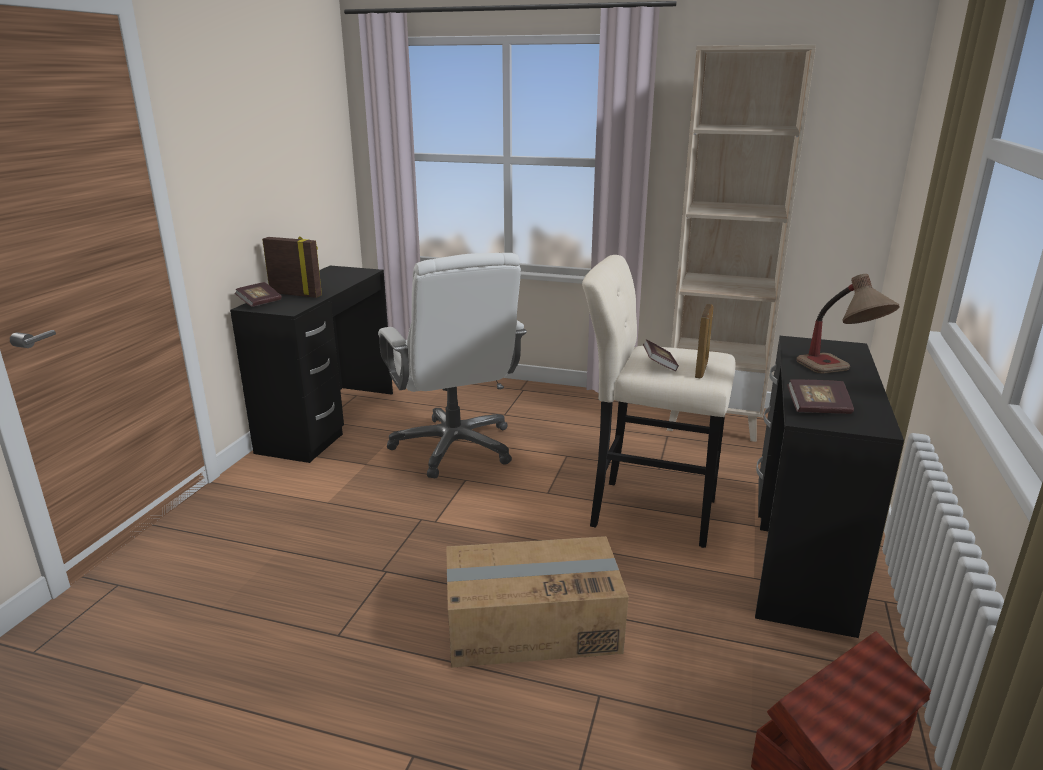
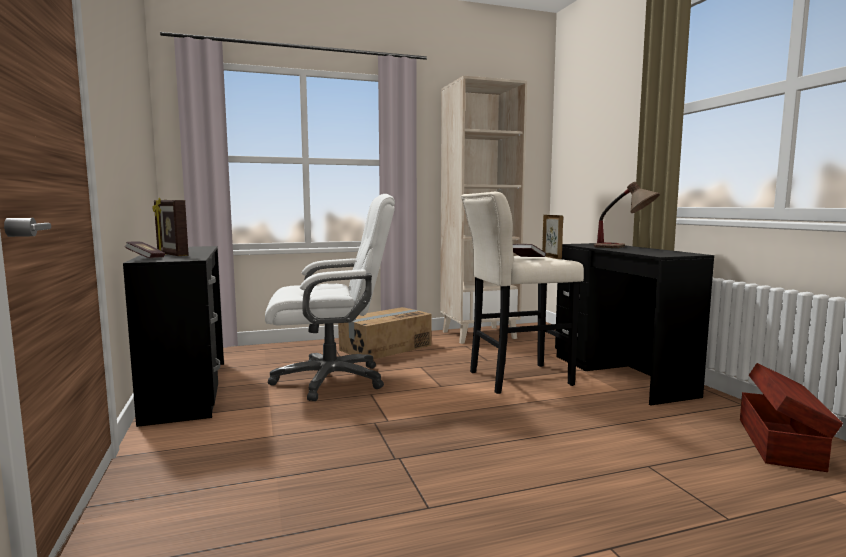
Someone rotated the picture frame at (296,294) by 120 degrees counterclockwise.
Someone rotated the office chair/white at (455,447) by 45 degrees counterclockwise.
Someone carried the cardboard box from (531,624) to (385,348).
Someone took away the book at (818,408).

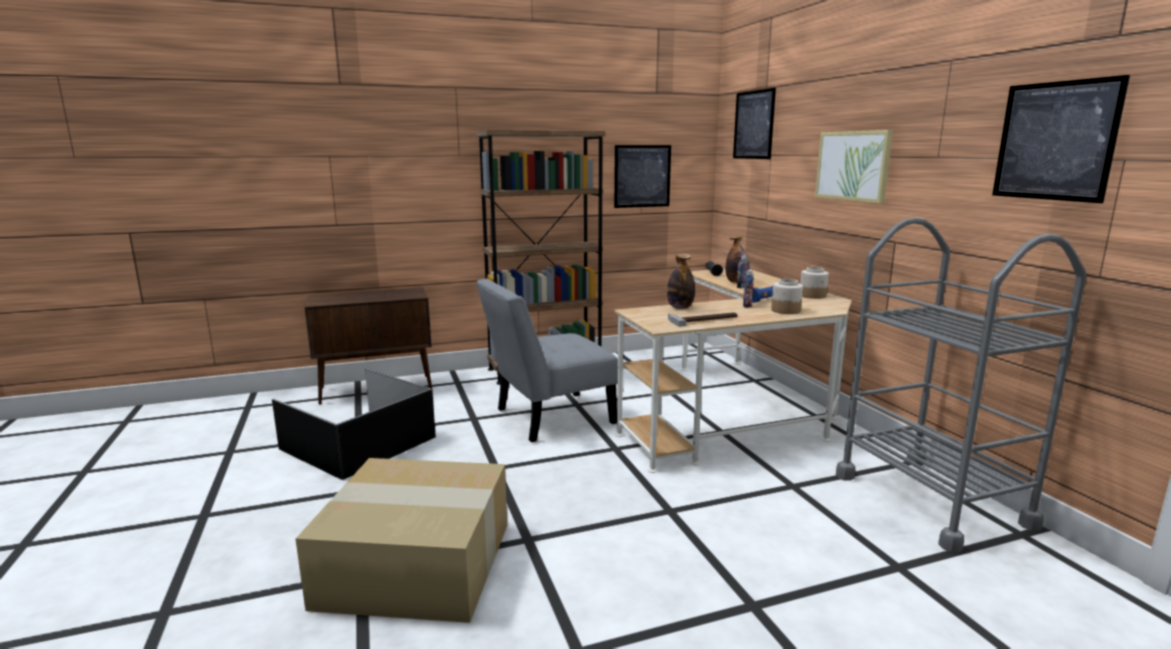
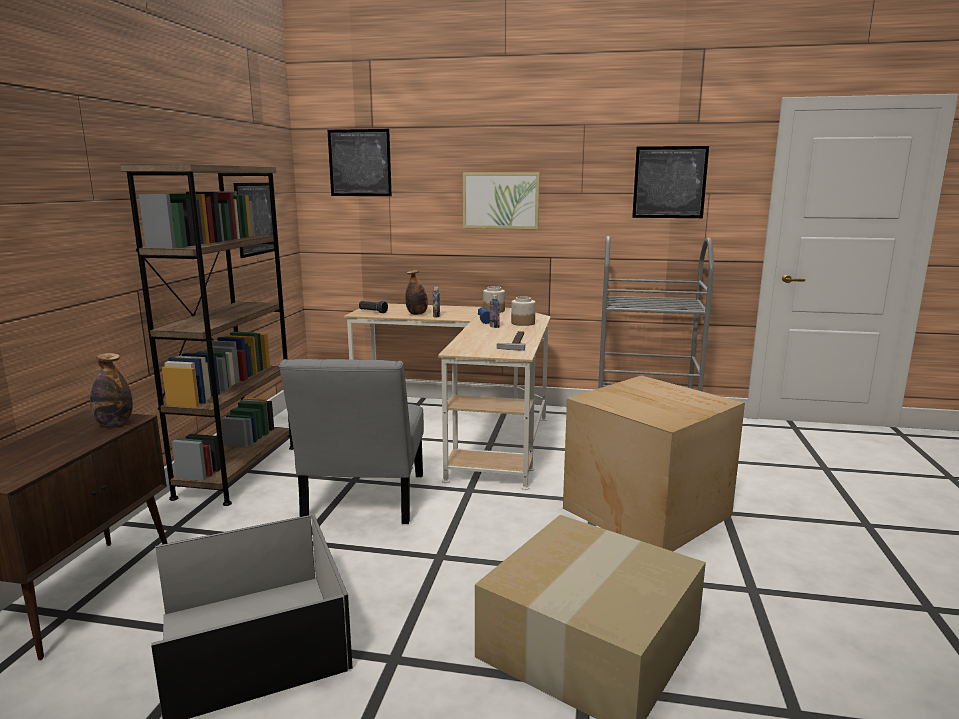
Someone carried the bottle from (680,307) to (114,423).
Someone put down the cardboard box at (646,510).

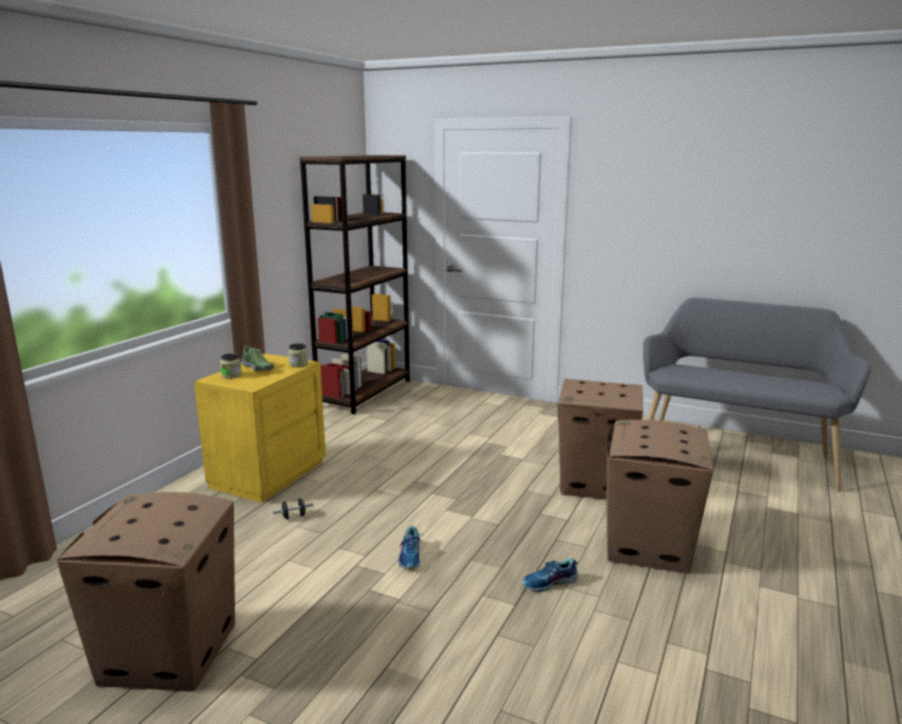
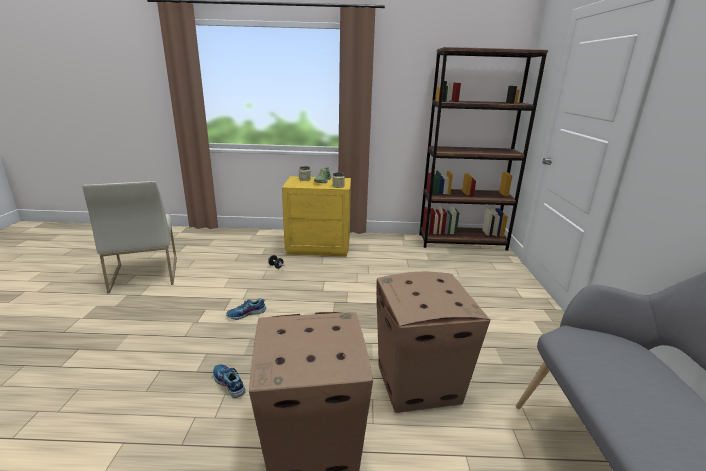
Someone swapped the cardboard box at (168,655) for the chair/white at (144,274).

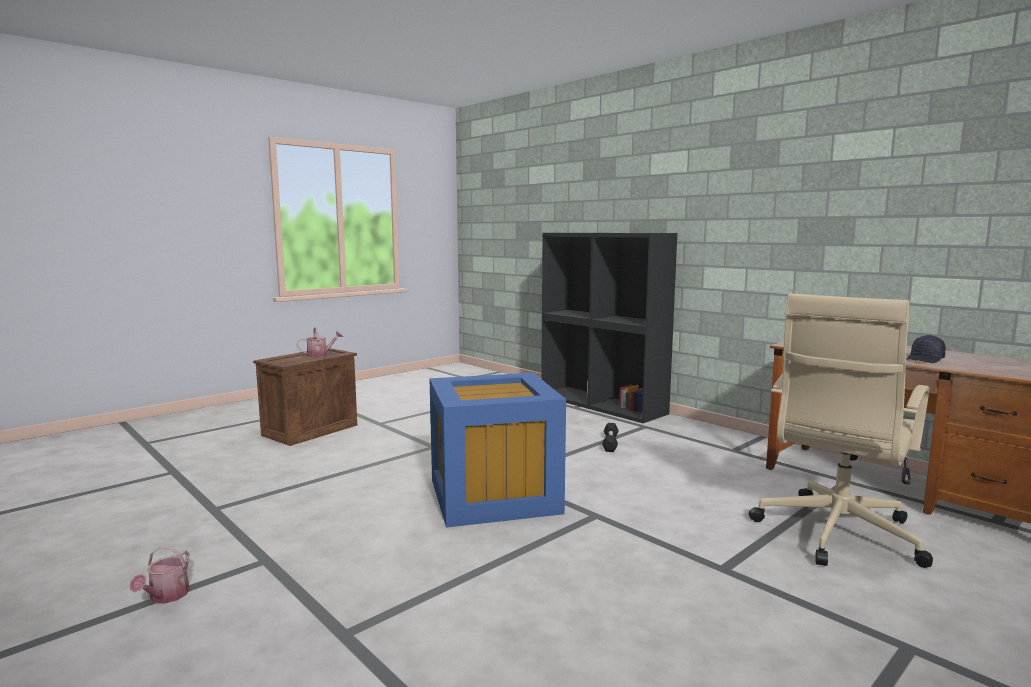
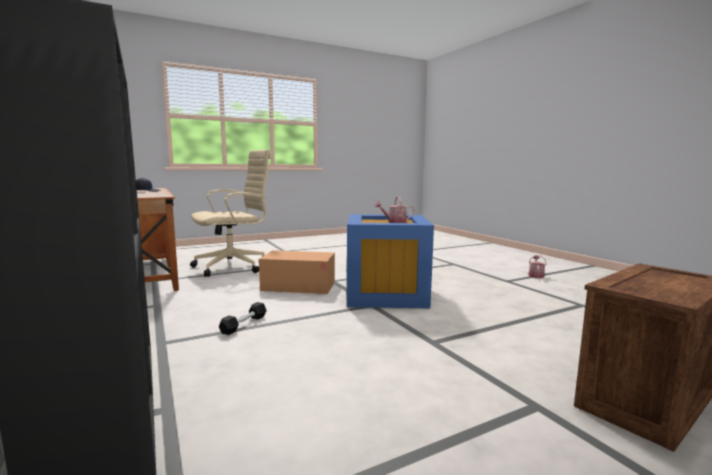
Someone carried the watering can from (320,355) to (394,222).
Someone put down the cardboard box at (298,286).

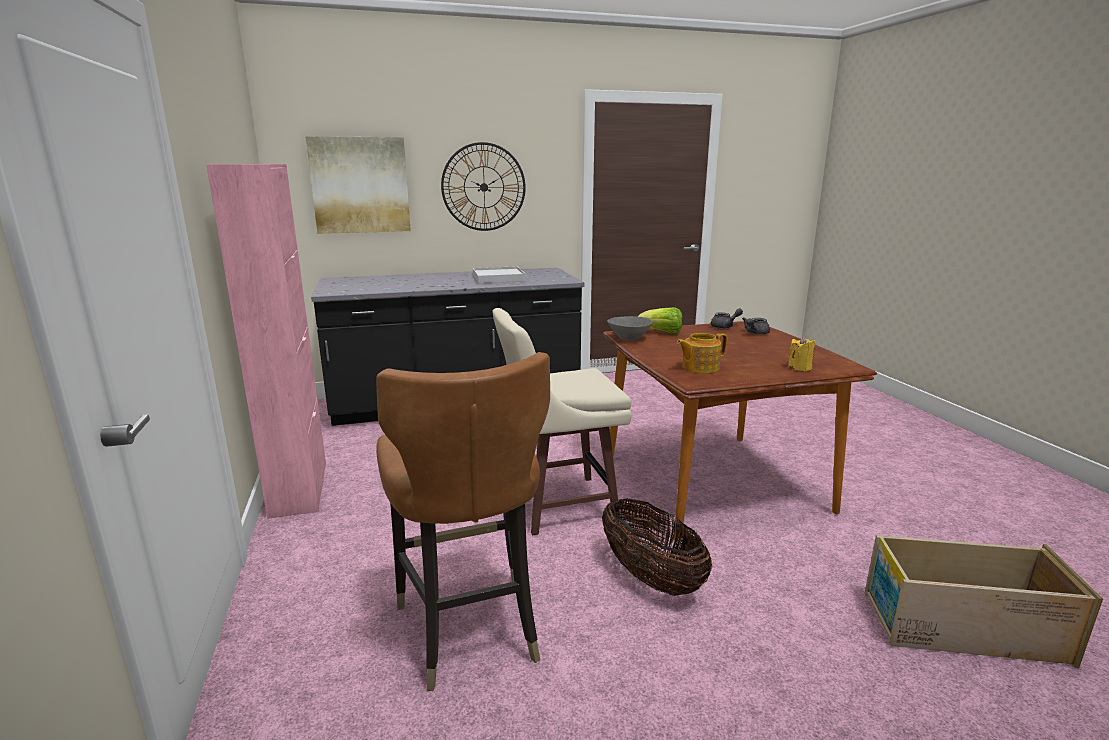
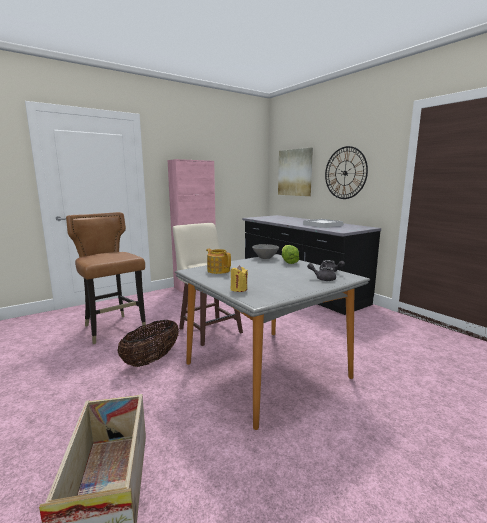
Someone rotated the chair/brown at (469,628) by 90 degrees clockwise.
Someone repainted the dining table/brown at (713,482), which became the dining table/grey at (267,370).

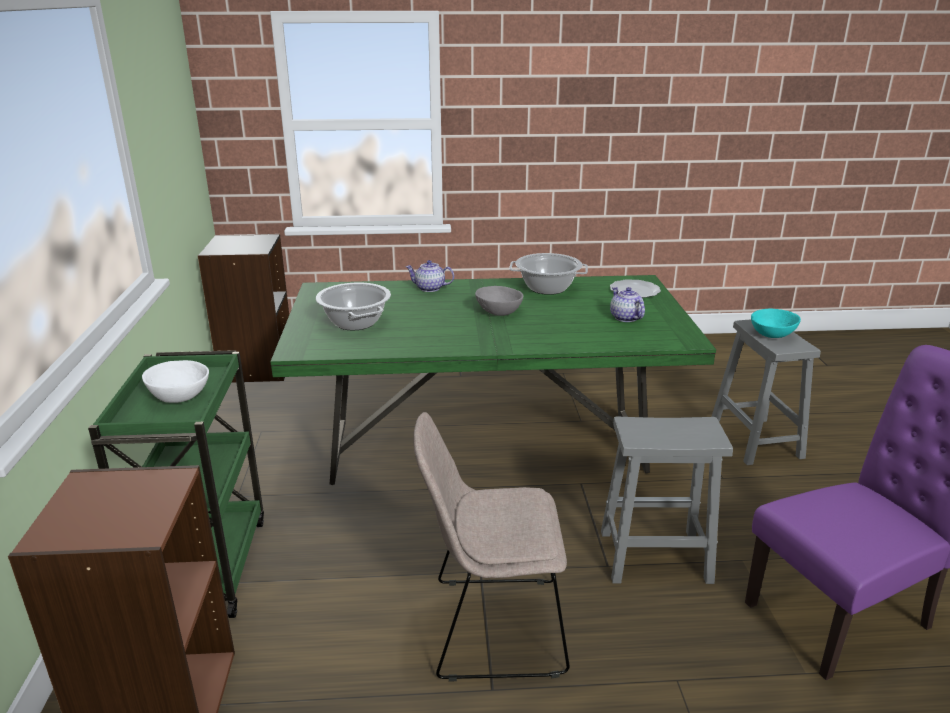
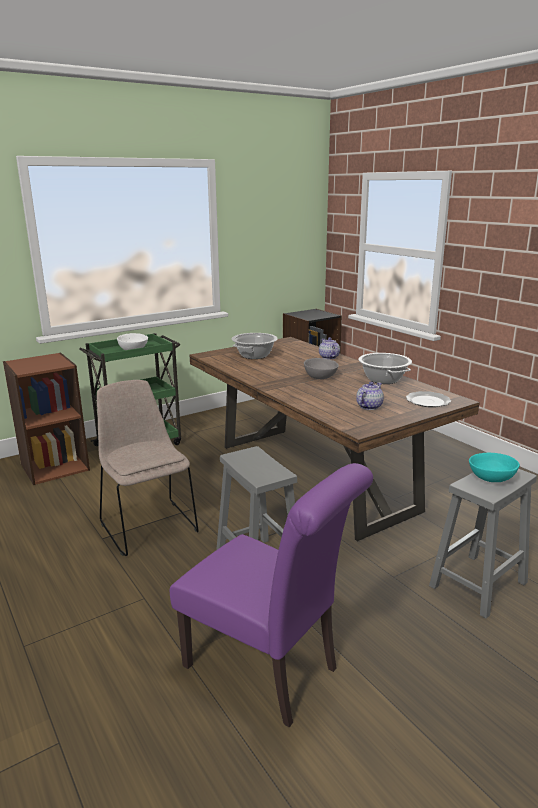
Someone repainted the dining table/green at (488,447), which became the dining table/brown at (314,477).

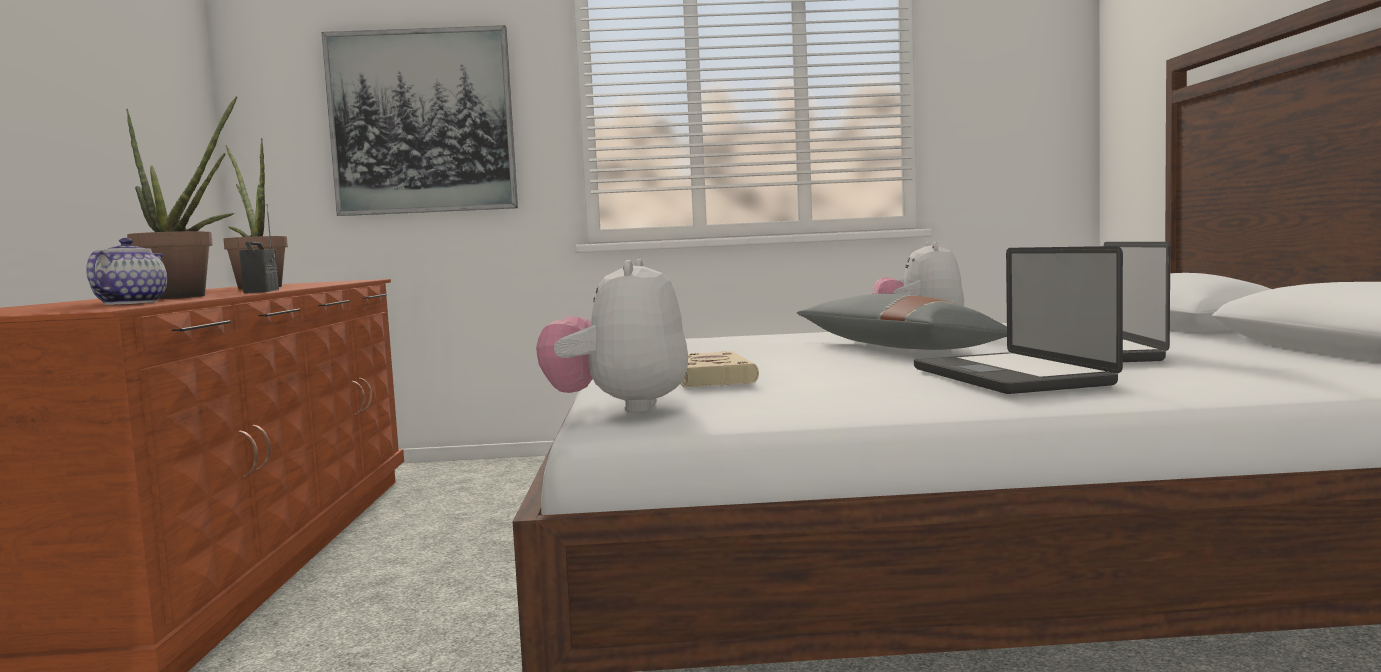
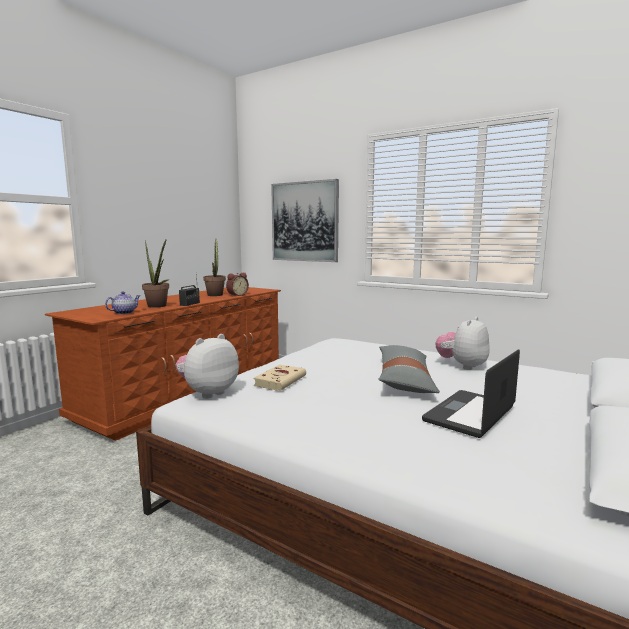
Someone took away the laptop at (1008,376).
Someone put down the alarm clock at (237,295).

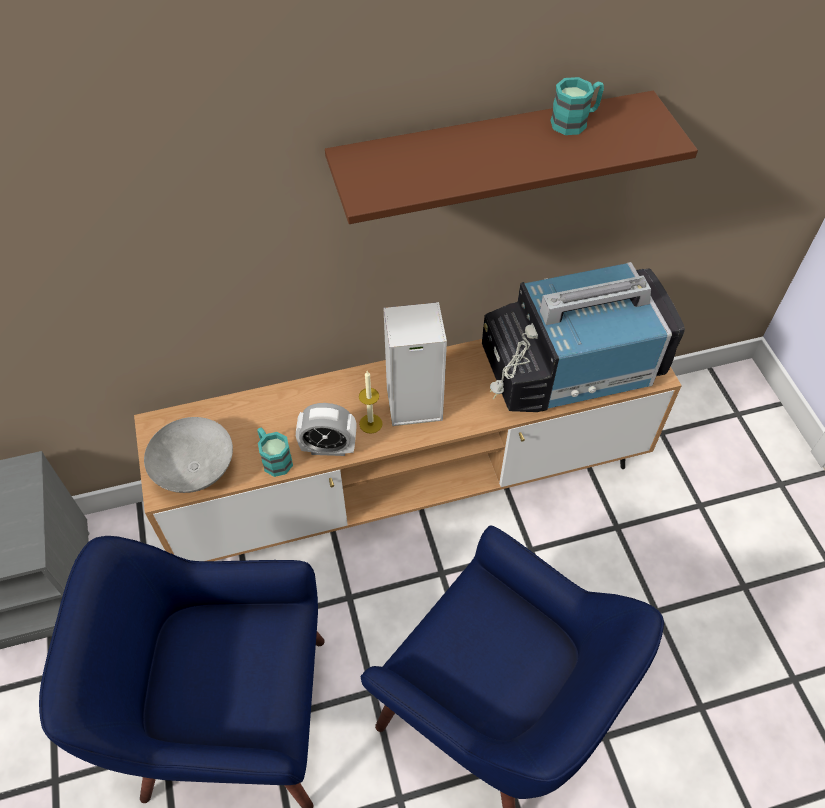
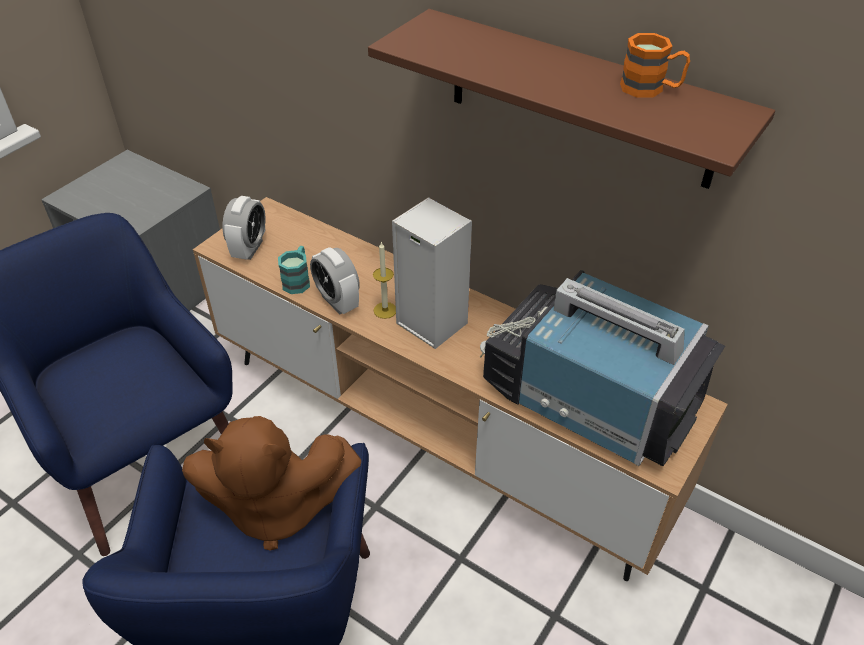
Someone swapped the bowl/grey at (194,469) for the alarm clock at (249,249).
Someone repainted the mug/turquoise at (575,121), which became the mug/orange at (650,89).
Someone put down the plush toy/brown at (276,507).

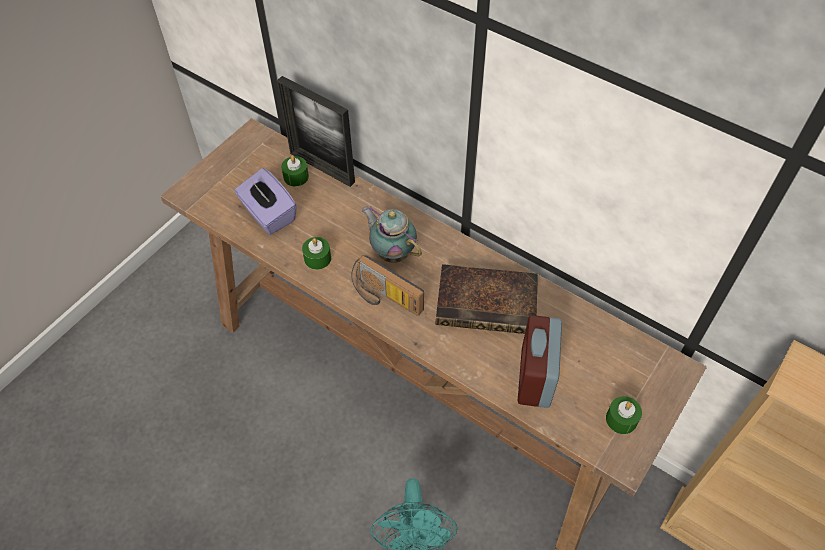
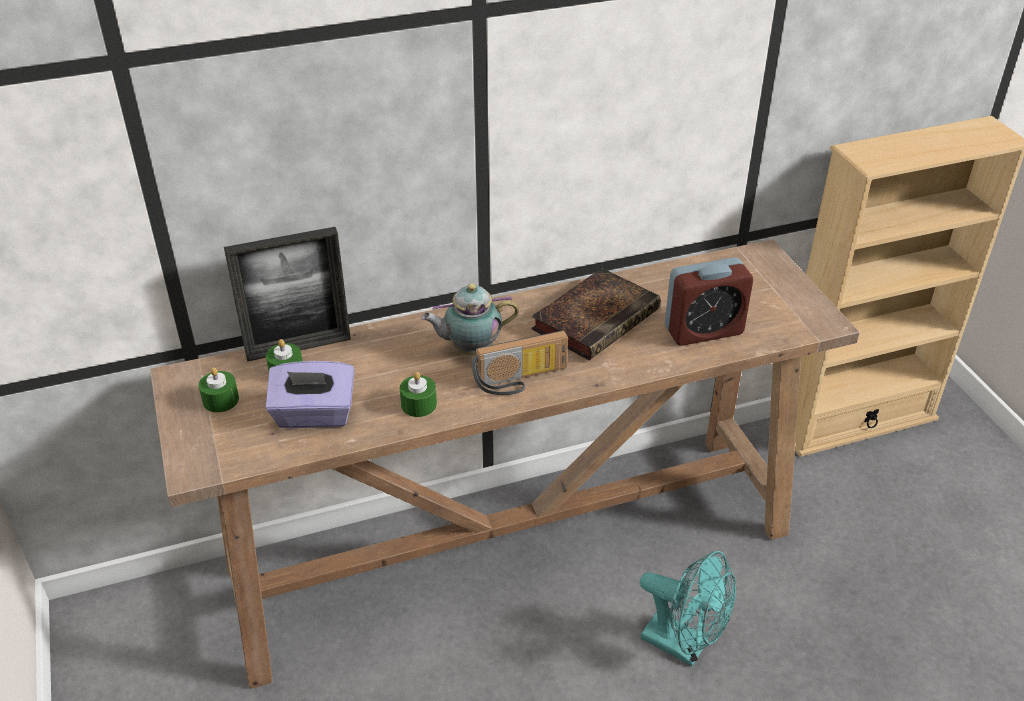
Someone rotated the alarm clock at (535,378) by 60 degrees counterclockwise.
Someone carried the candle/green from (621,419) to (220,400).

